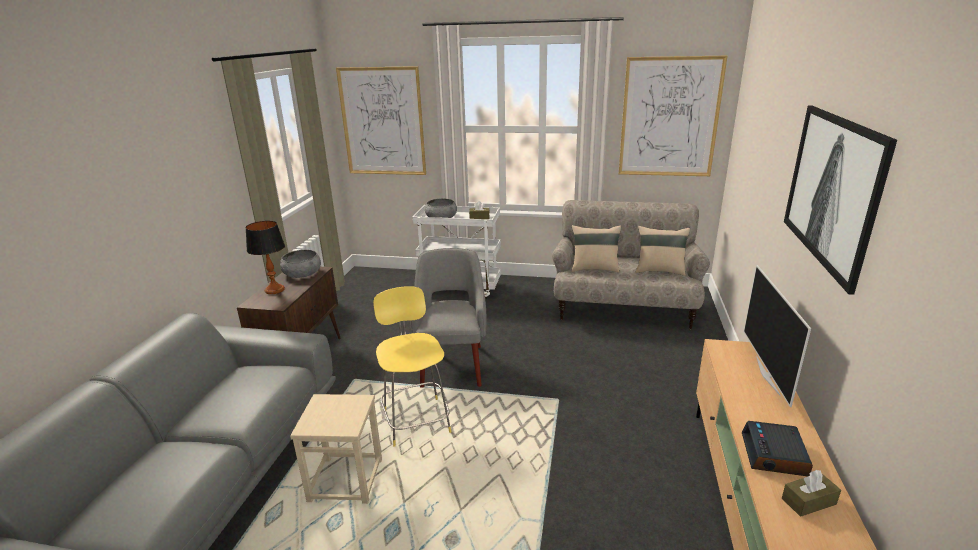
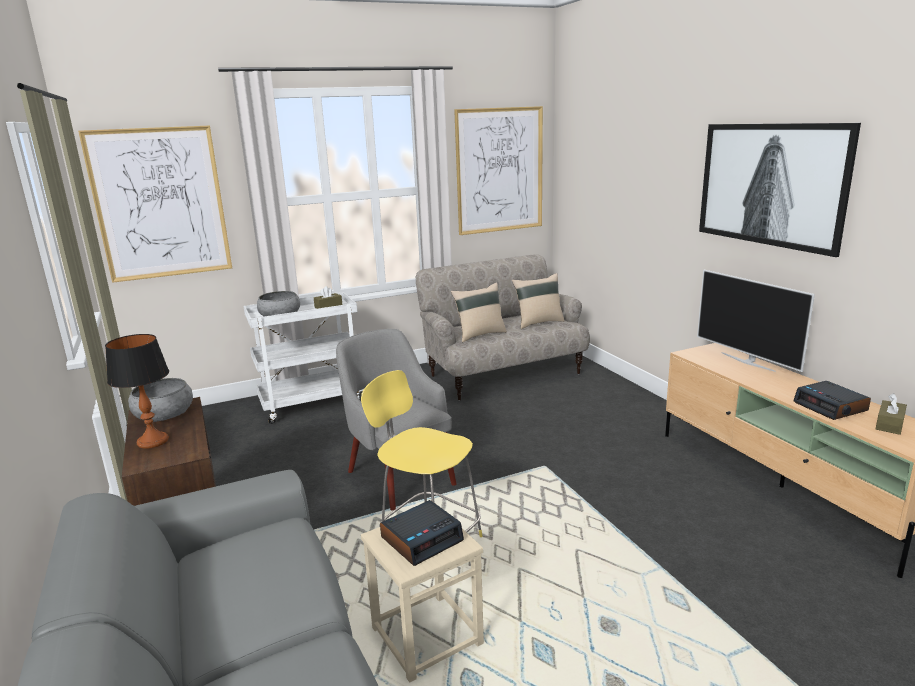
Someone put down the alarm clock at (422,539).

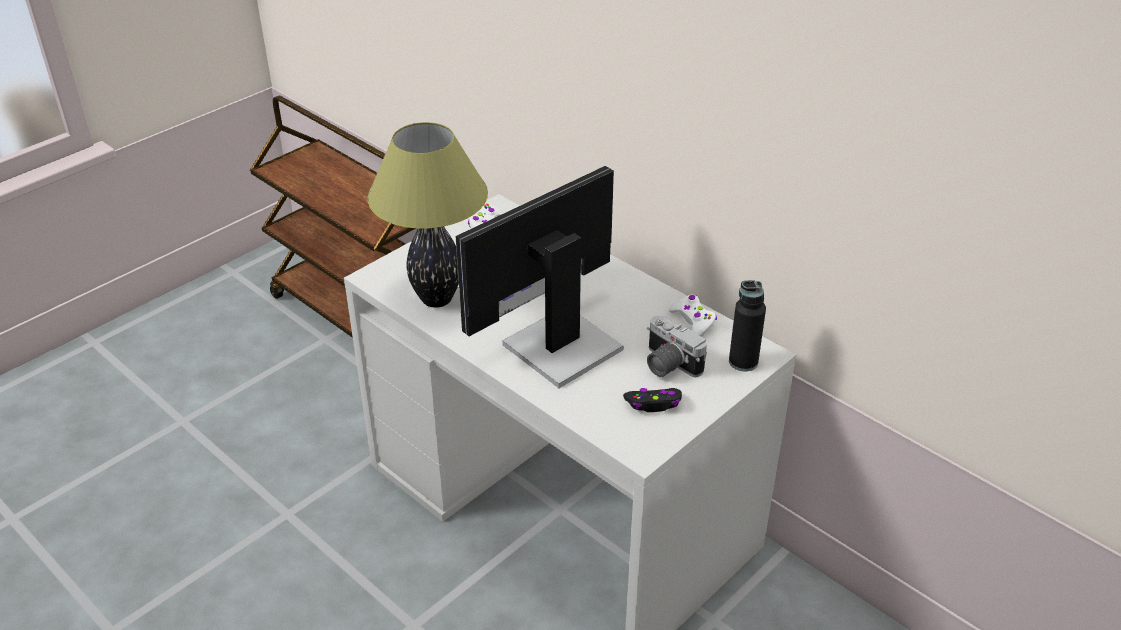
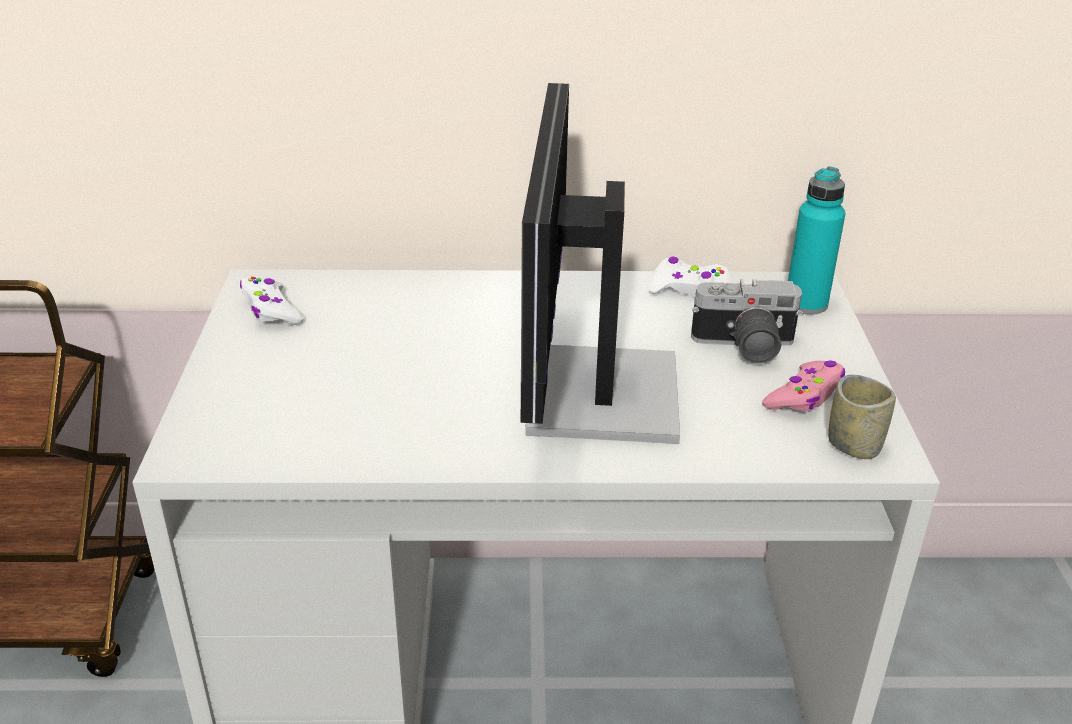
Someone took away the table lamp at (436,299).
Someone repainted the game controller/black at (653,404), which became the game controller/pink at (804,396).
Someone repainted the bottle/black at (743,362), which became the bottle/turquoise at (806,304).
Someone put down the cup at (854,445).

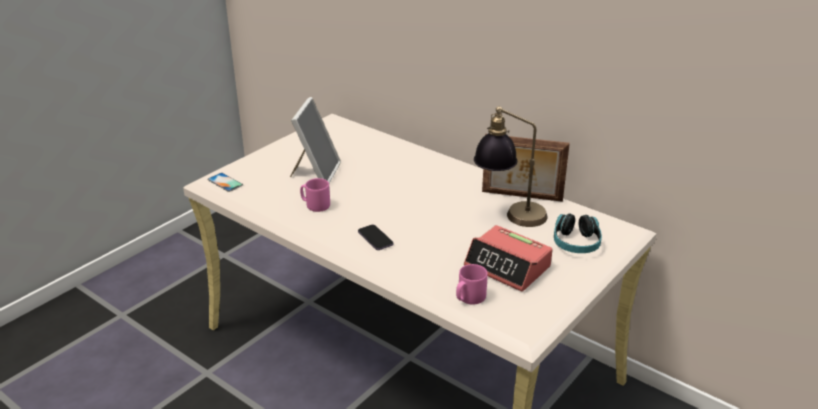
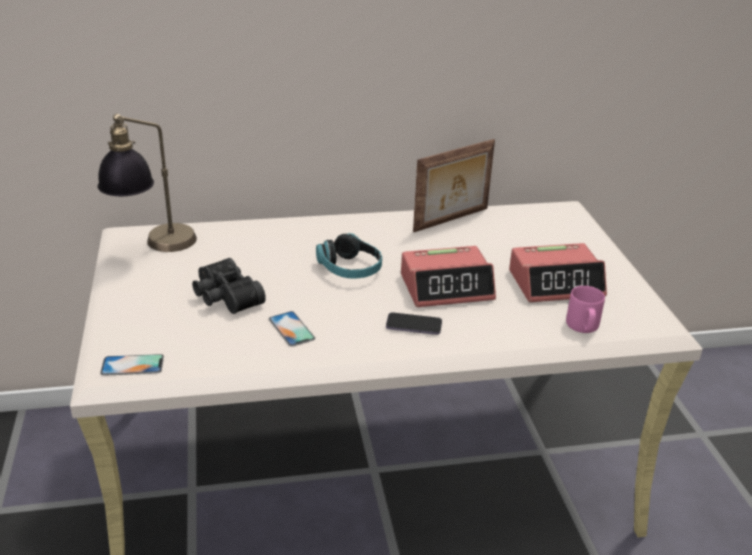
Someone swapped the picture frame at (316,173) for the binoculars/black at (224,297).
Someone swapped the mug/pink at (315,205) for the phone at (291,329).
Someone carried the table lamp from (509,215) to (153,247).
Someone carried the headphones from (576,243) to (350,269).
Someone put down the alarm clock at (447,287).

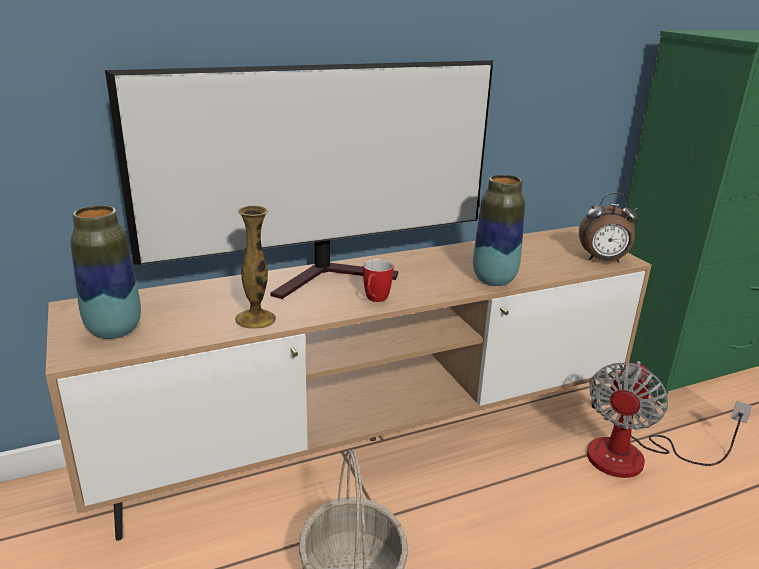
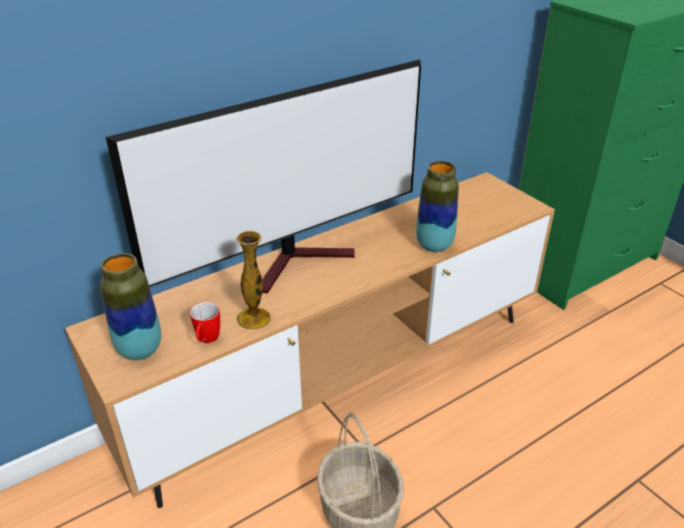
Someone carried the mug from (375,300) to (207,341).
Someone took away the alarm clock at (603,260).
Someone took away the fan at (635,457).

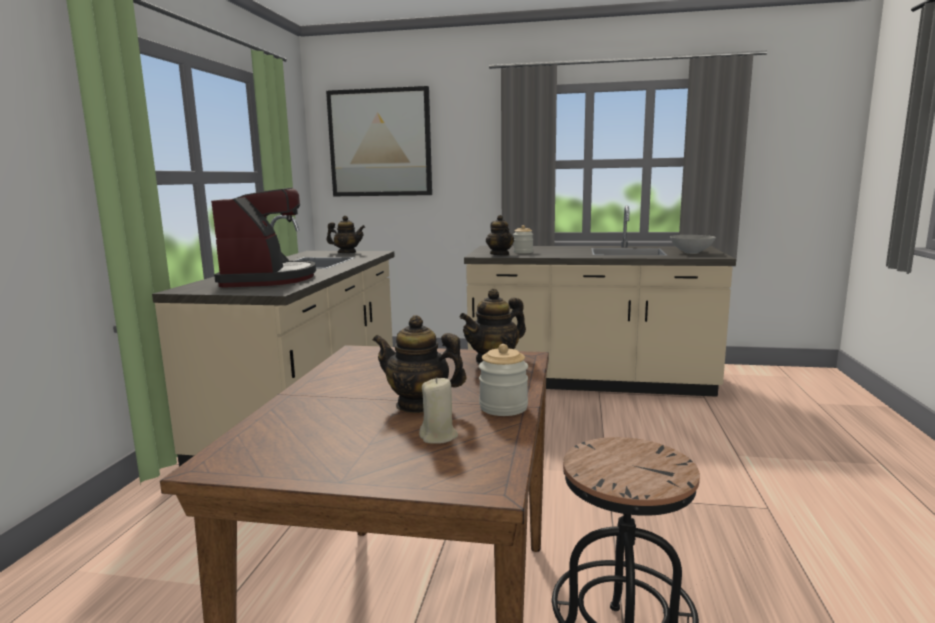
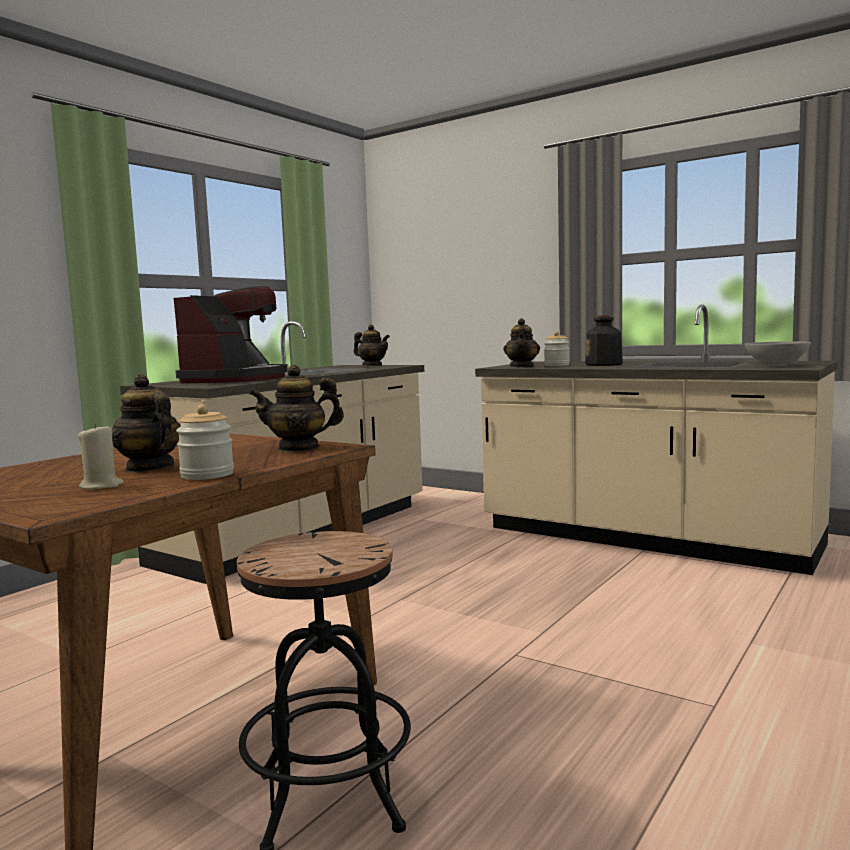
Someone took away the picture at (380,143).
Someone put down the bottle at (604,364).

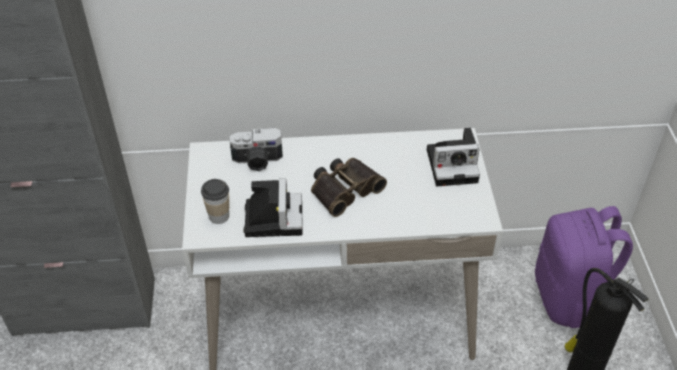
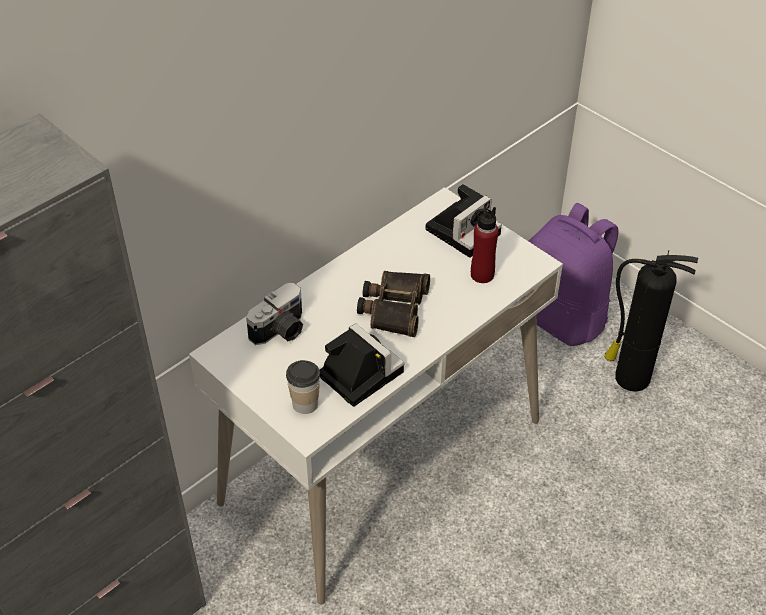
Someone put down the bottle/red at (482,275).

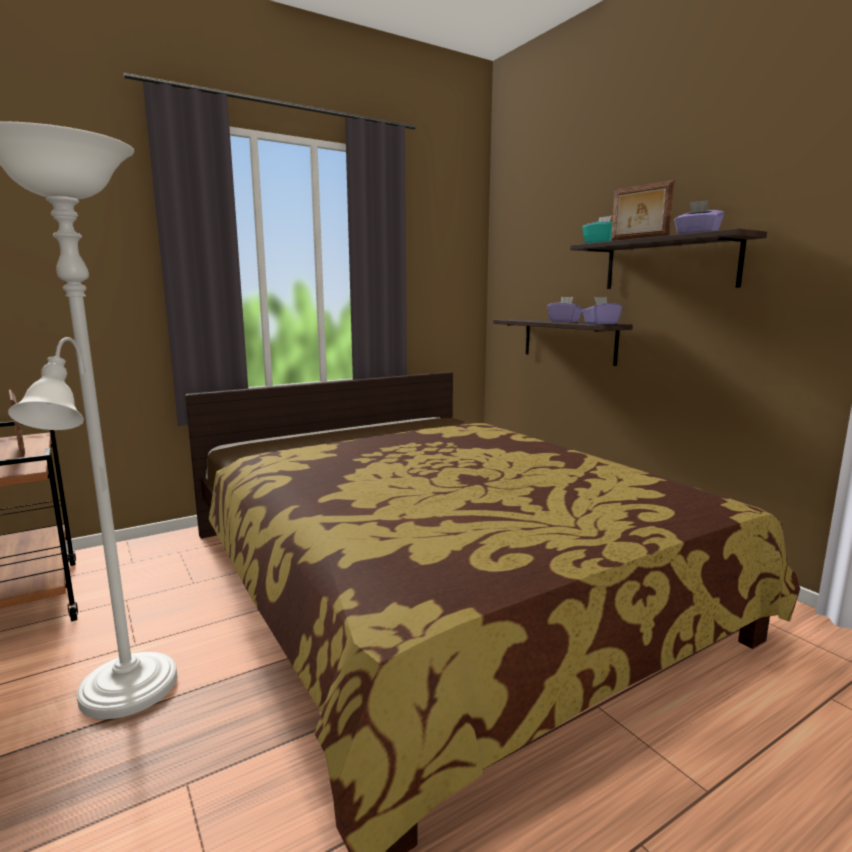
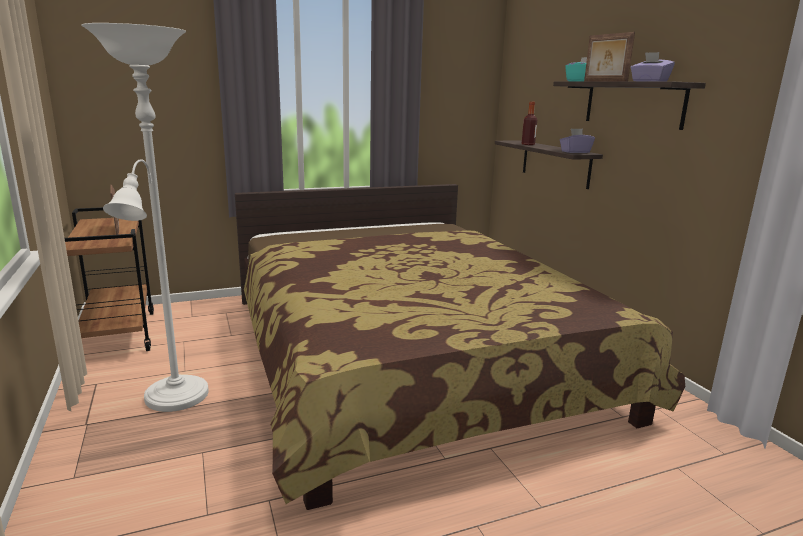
Someone took away the tissue box/purple at (564,321).
Someone put down the bottle at (528,144).

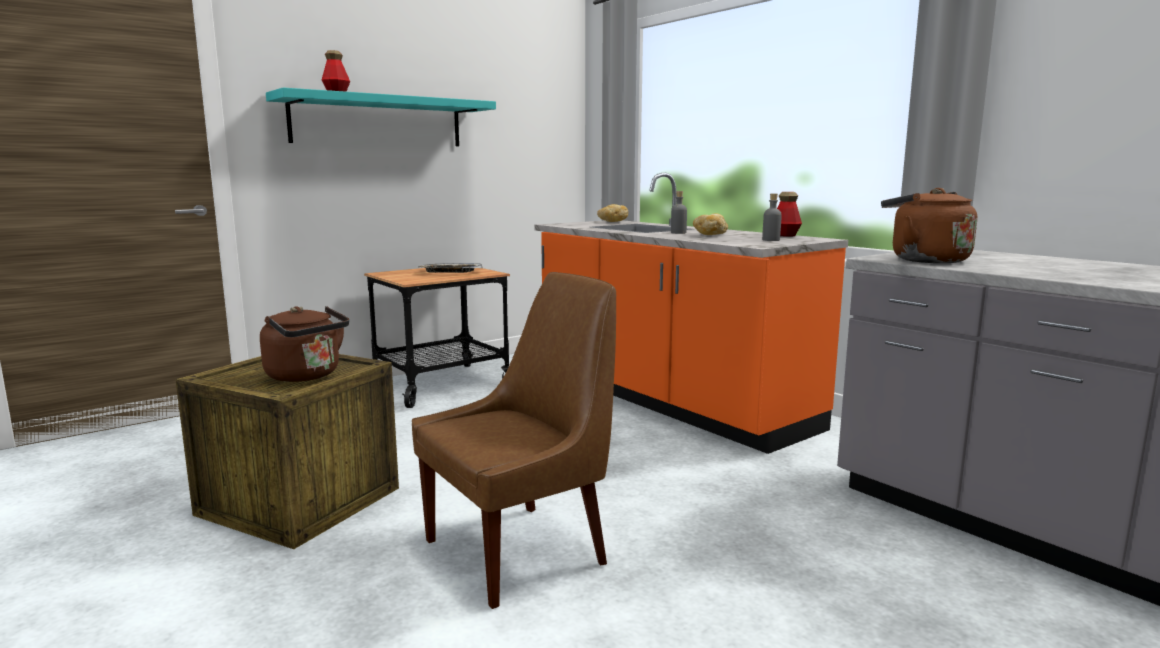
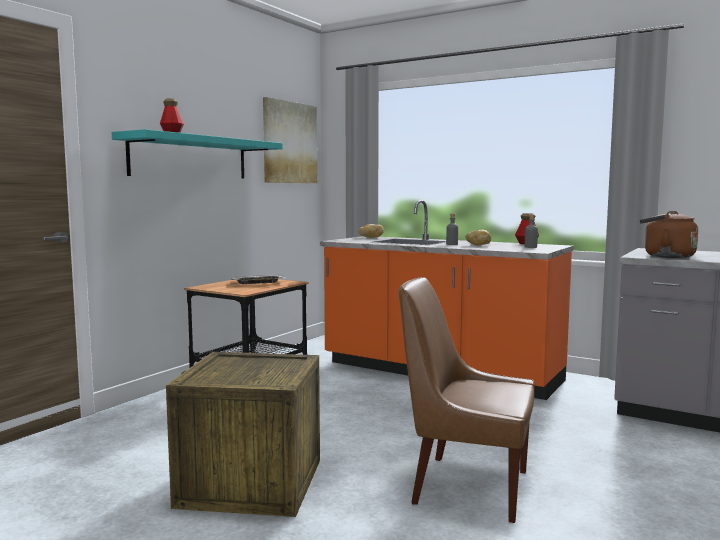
Someone took away the kettle/brown at (306,376).
Someone rotated the chair/brown at (521,550) by 105 degrees counterclockwise.
Someone put up the picture at (289,143).

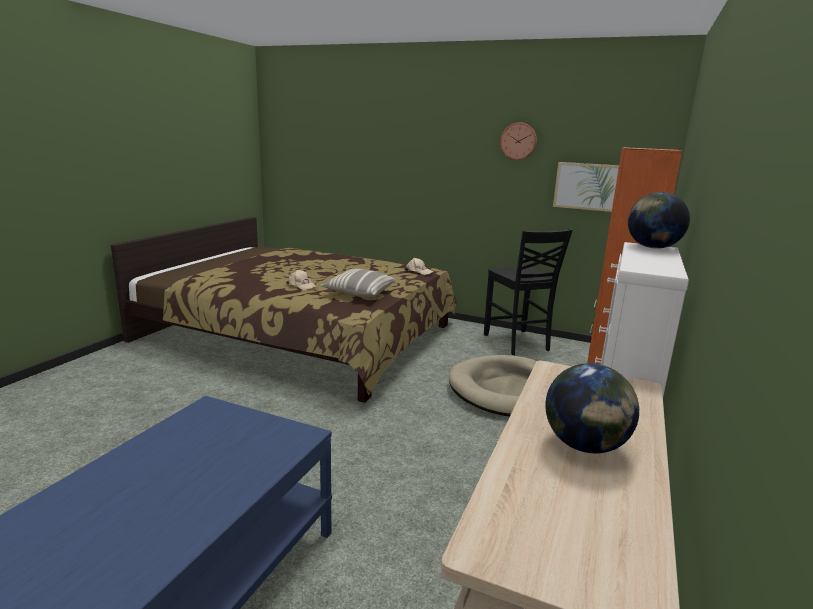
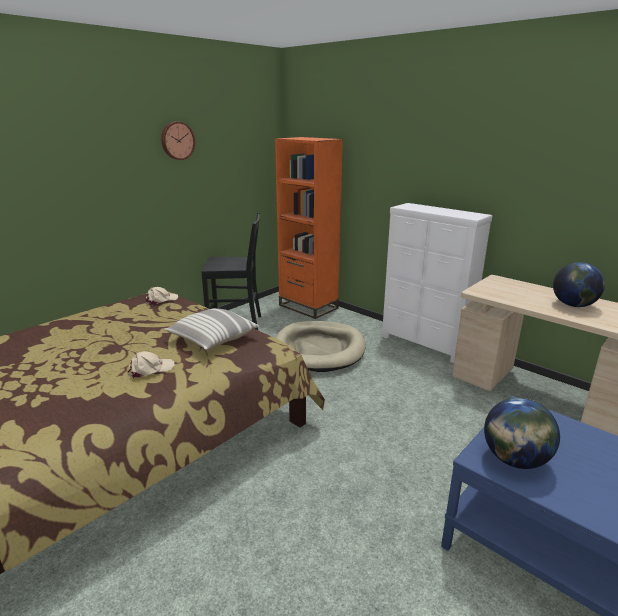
Someone took away the picture at (587,186).
Someone carried the globe from (652,247) to (514,460).

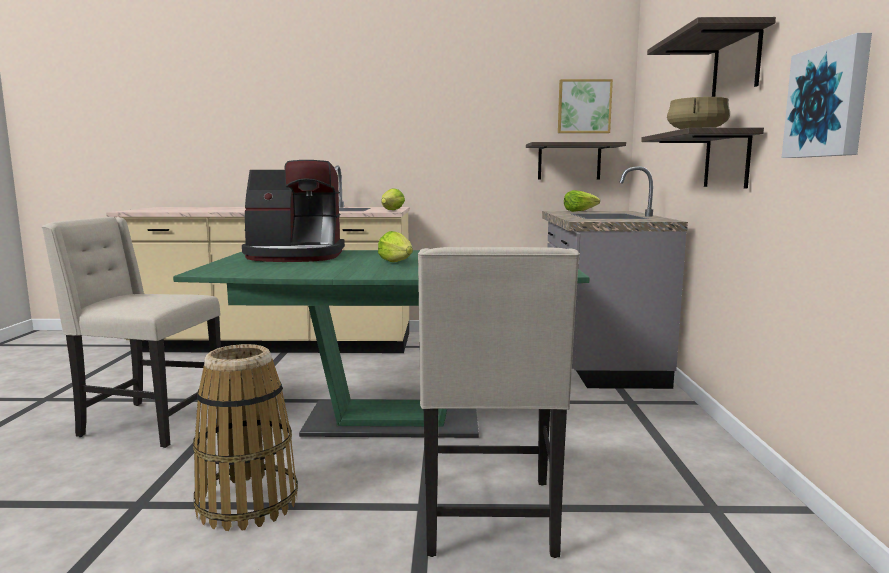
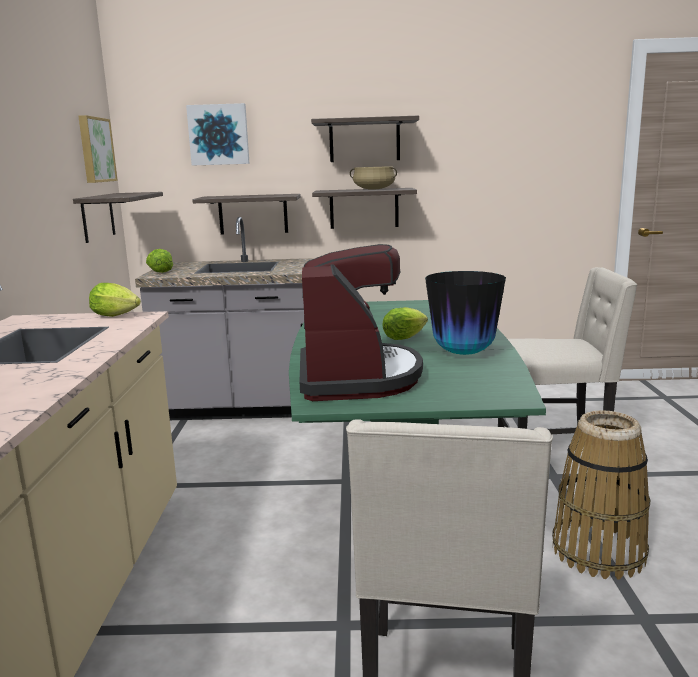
Someone carried the picture from (828,101) to (219,135).
Someone put up the shelf at (253,214).
Someone put down the vase at (463,353).

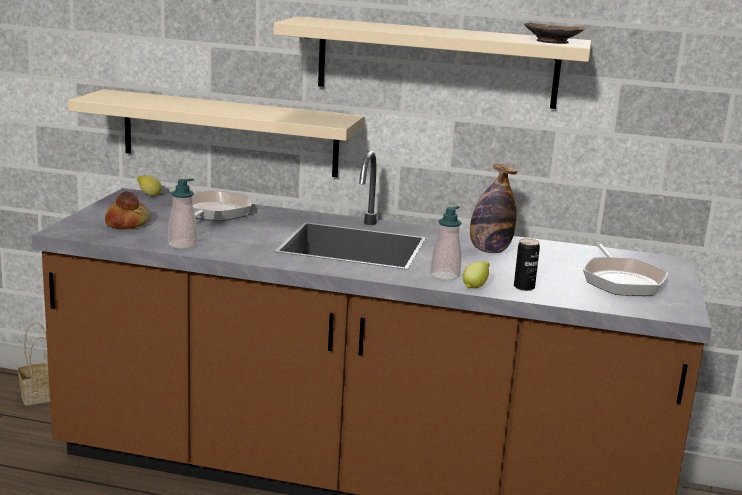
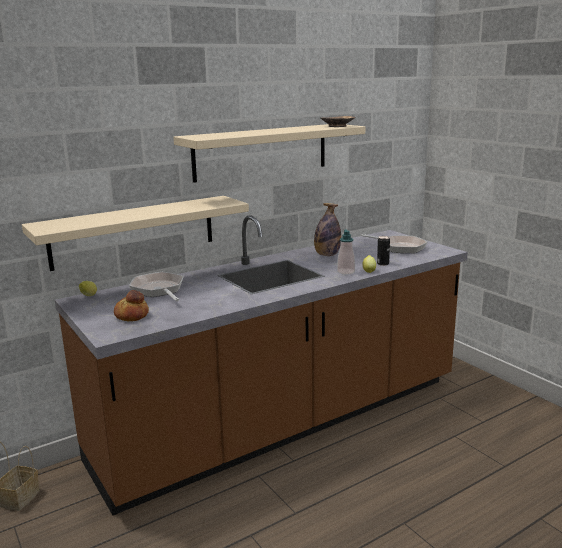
Someone took away the soap dispenser at (182,245).

